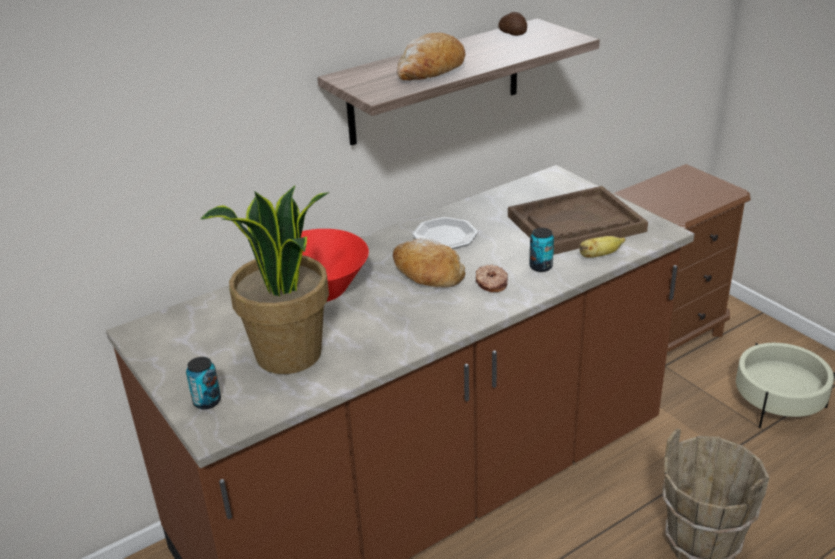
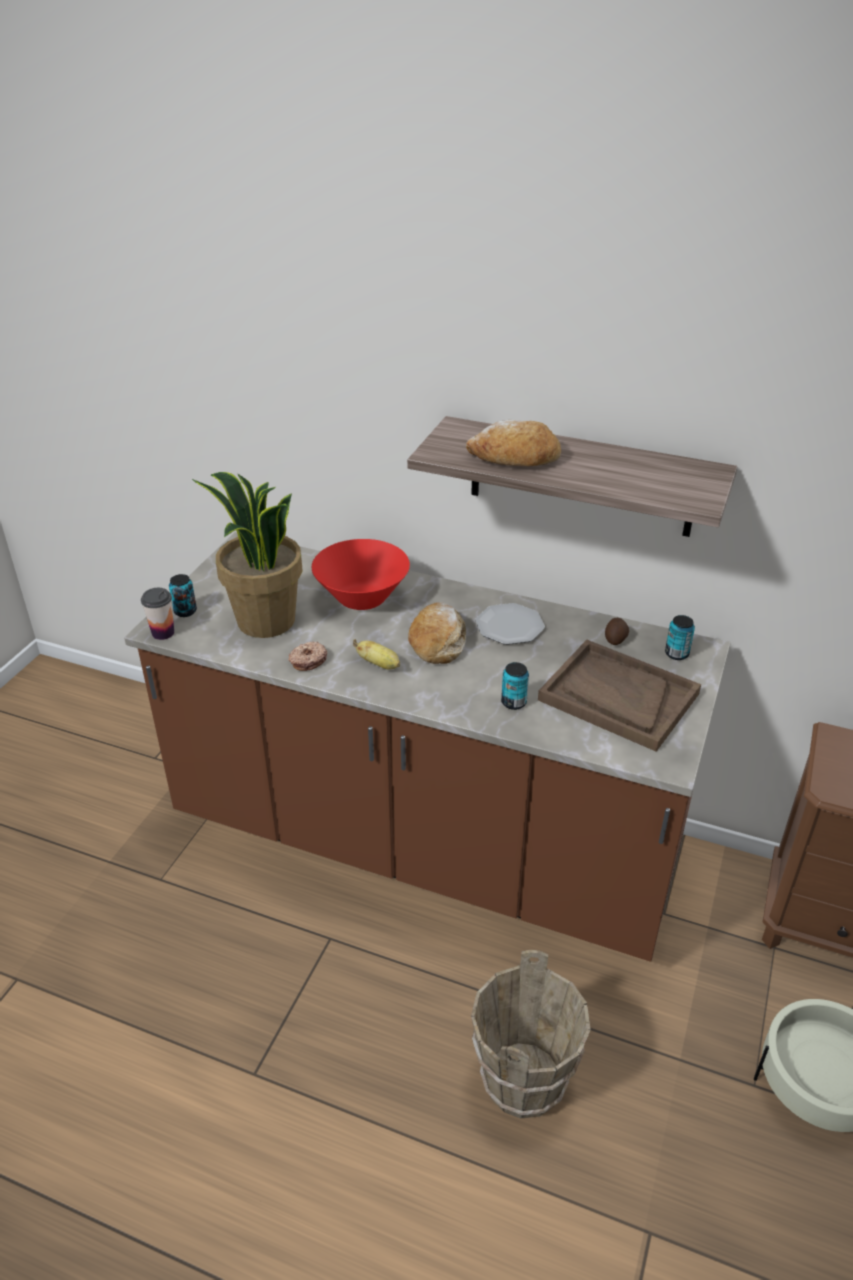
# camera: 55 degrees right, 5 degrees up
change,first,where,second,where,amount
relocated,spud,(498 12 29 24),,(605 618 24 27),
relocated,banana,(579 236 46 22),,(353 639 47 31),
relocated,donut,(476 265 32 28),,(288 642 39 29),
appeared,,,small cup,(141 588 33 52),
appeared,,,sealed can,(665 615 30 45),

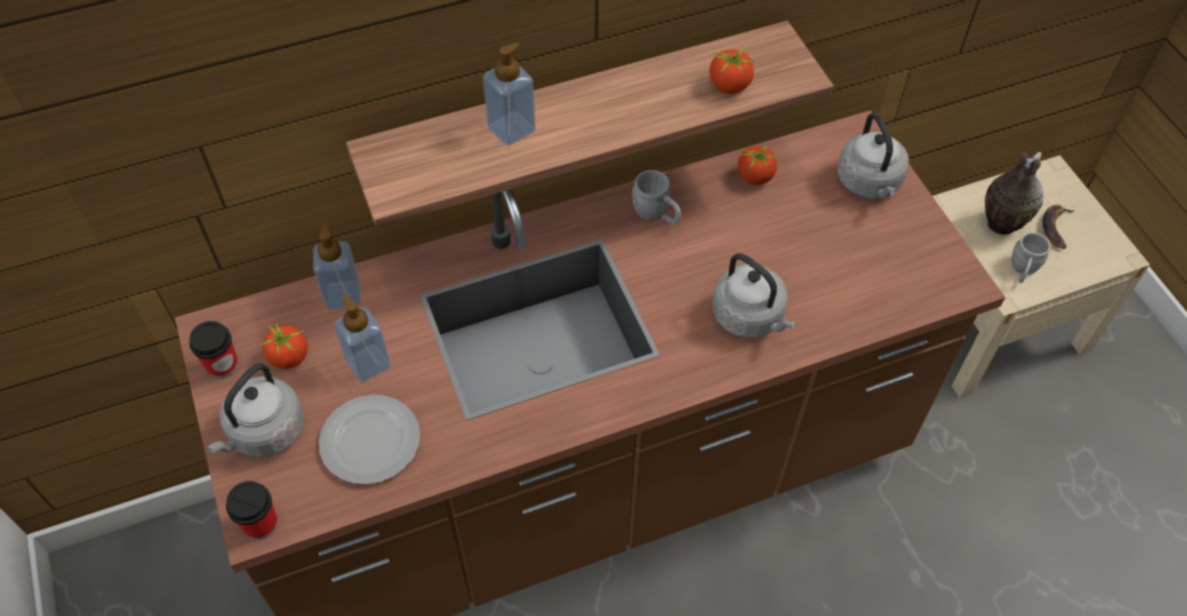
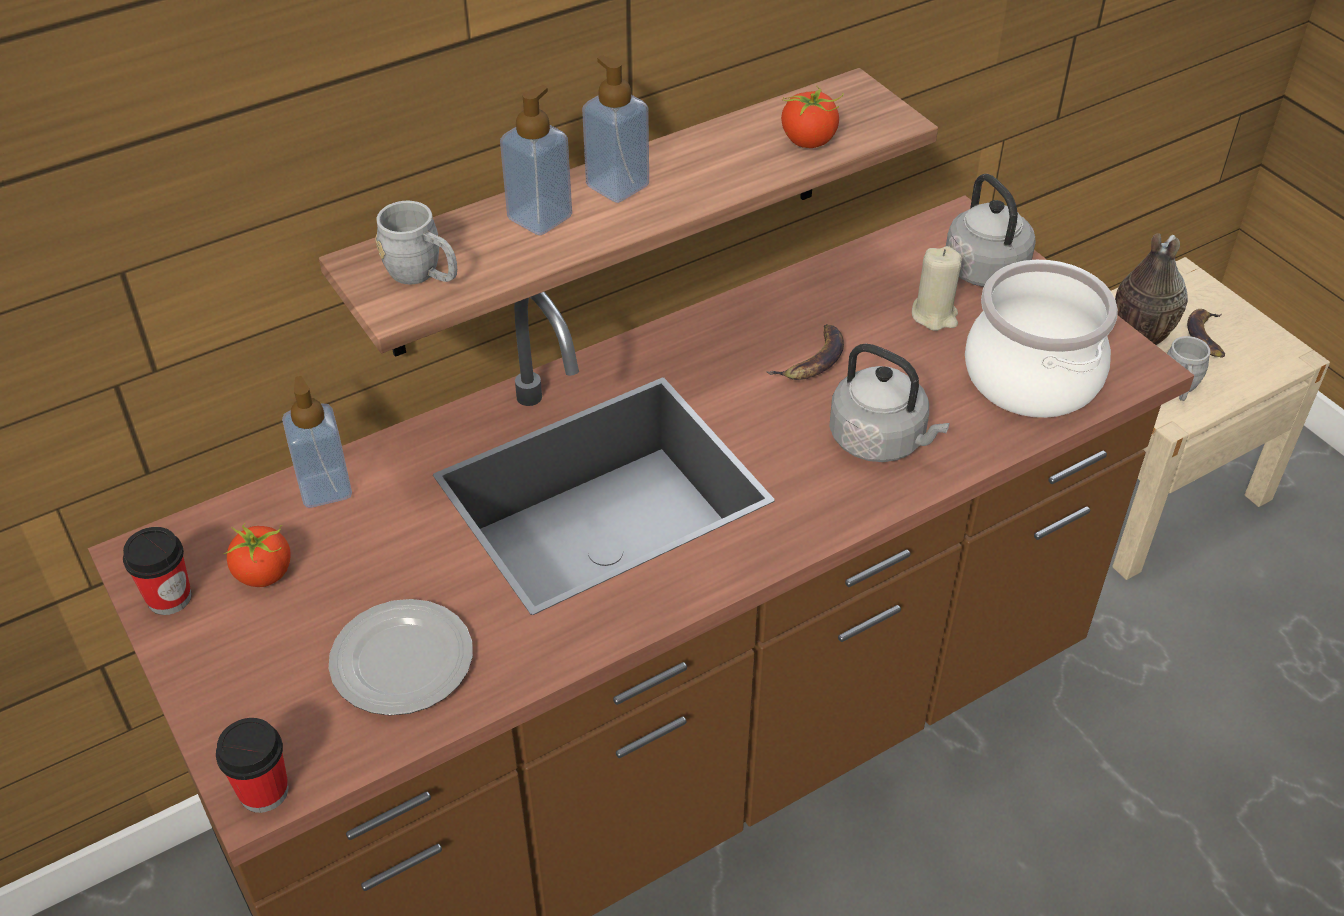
# camera: 10 degrees left, 10 degrees down
change,first,where,second,where,amount
missing,whole tomato,(738 142 43 43),,,
relocated,gray mug,(632 170 49 55),,(375 201 82 83),
relocated,soap dispenser,(334 295 57 87),,(582 55 67 148),
missing,gray water kettle,(207 363 97 94),,,
appeared,,,sand-coloured candle,(912 246 50 85),
appeared,,,cooking pot,(965 260 153 158),
appeared,,,banana,(767 324 77 56),

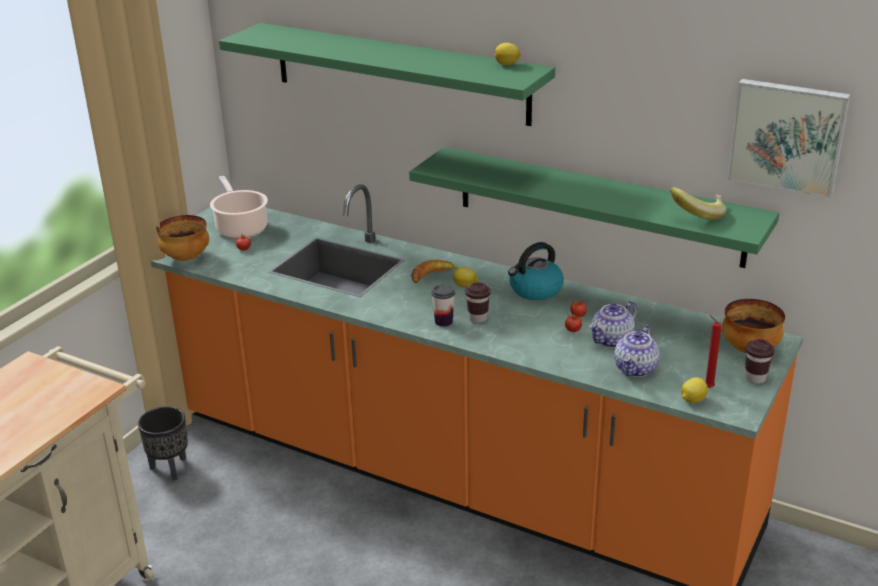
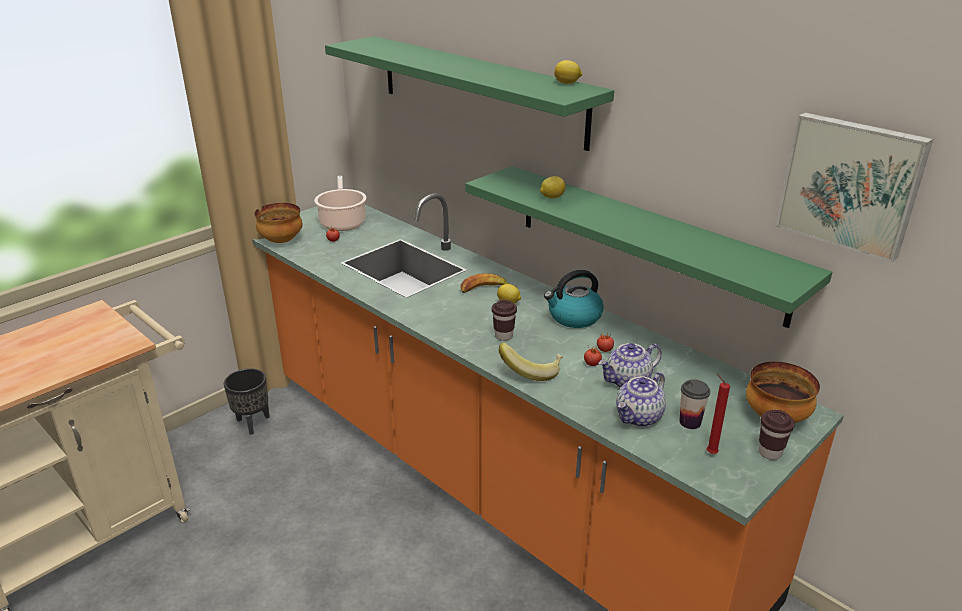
# camera: 15 degrees right, 0 degrees up
change,first,where,second,where,amount
relocated,banana,(670 187 56 32),,(499 343 64 38),
relocated,small cup,(431 284 24 42),,(679 379 32 50),
relocated,lemon,(681 377 27 26),,(540 176 26 23),

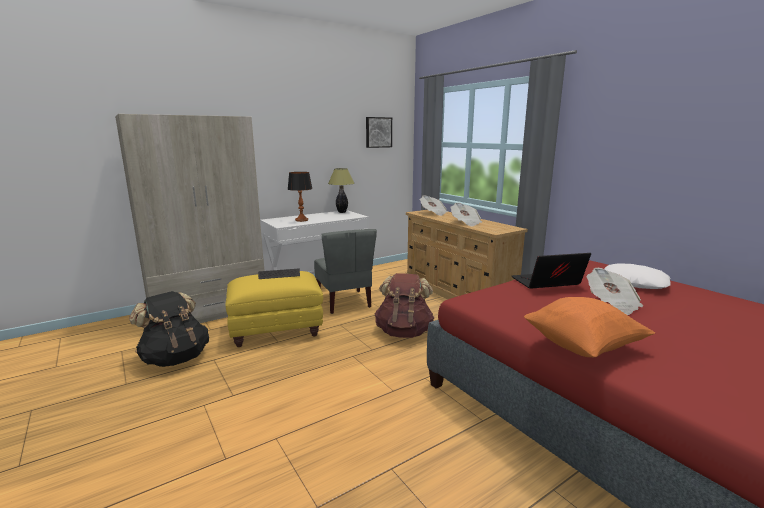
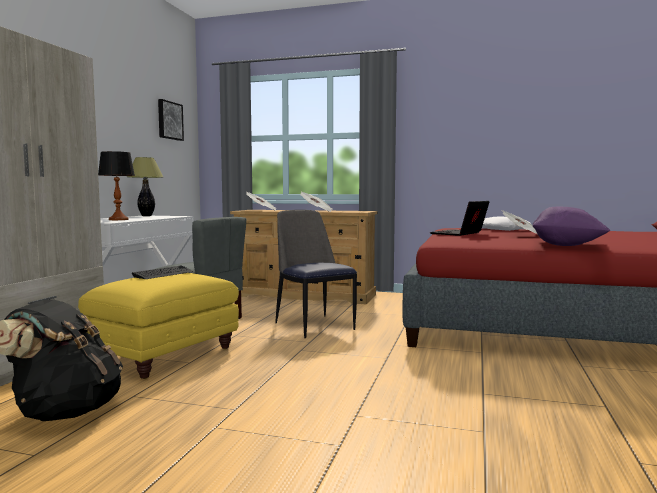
# camera: 40 degrees left, 10 degrees down
change,first,where,second,where,amount
exchanged,brown knapsack,(375 273 59 65),upright chair,(275 210 82 128),
colour,orangey pillow,(524 297 131 61),purple-coloured pillow,(532 207 78 39),

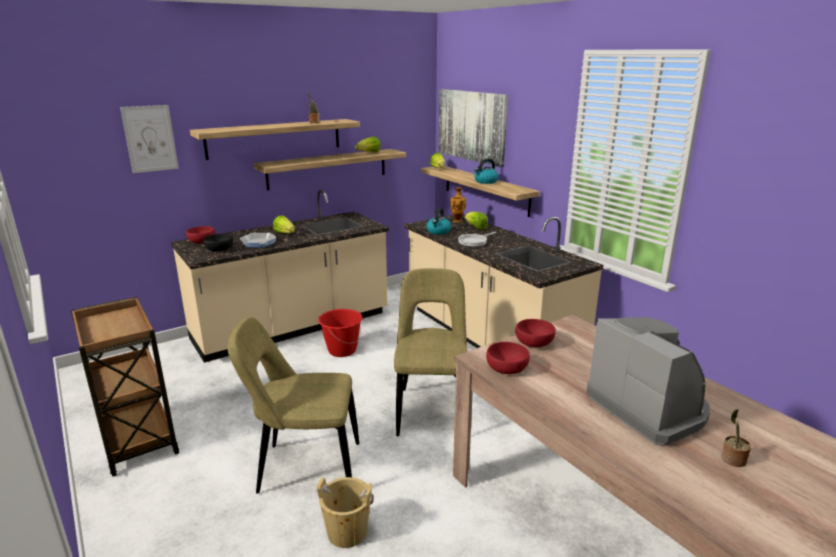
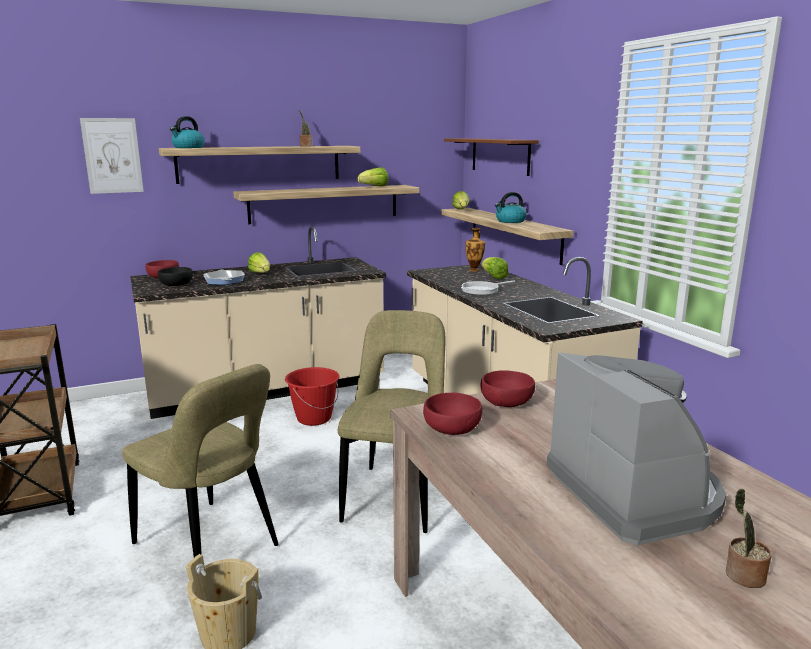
# camera: 10 degrees right, 5 degrees down
change,first,where,second,where,amount
exchanged,wall art,(439 89 69 78),brown shelf,(444 138 95 38),
relocated,water kettle,(426 208 25 26),,(170 116 35 32),
spun,sand-coloured upright chair,(228 317 131 177),,(122 364 157 193),150 degrees counterclockwise

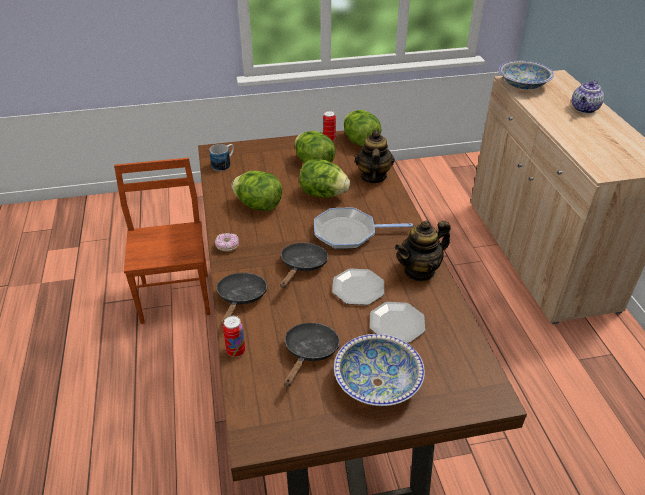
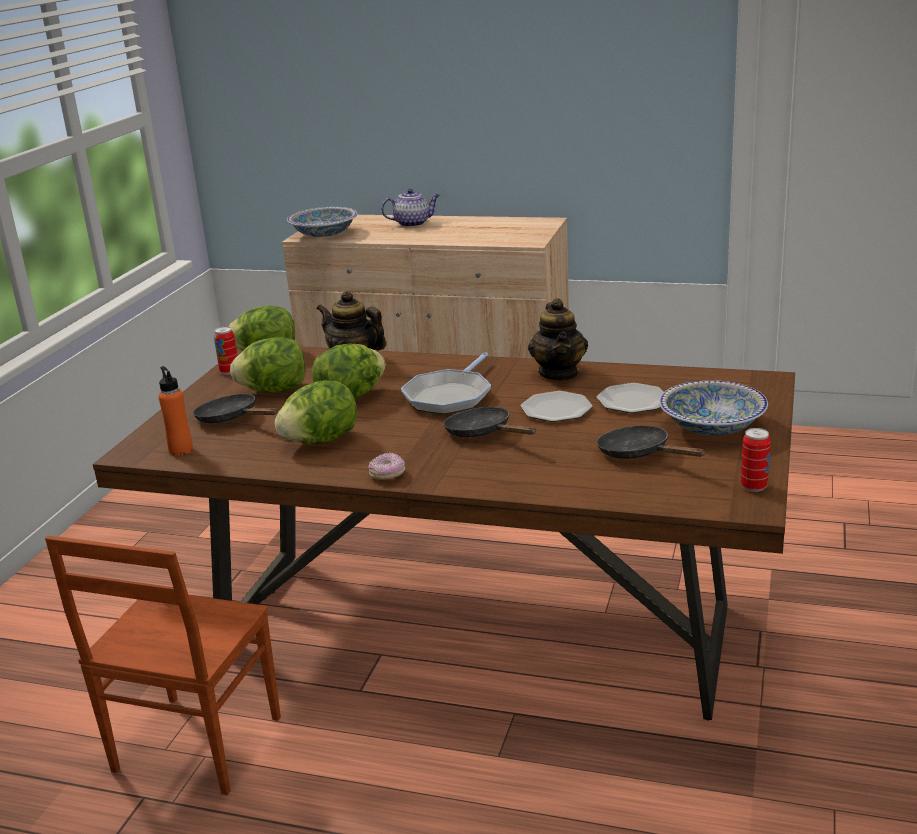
# camera: 60 degrees left, 15 degrees down
change,first,where,second,where,amount
spun,teapot,(572 80 32 33),,(381 189 59 38),75 degrees counterclockwise
exchanged,mug,(209 144 25 27),orangey beverage bottle,(158 366 35 90),
spun,brown upright chair,(114 158 96 166),,(45 536 236 259),90 degrees counterclockwise
relocated,black frying pan,(217 273 50 53),,(193 394 85 29),
relocated,sealed can,(223 316 22 41),,(741 428 30 64),

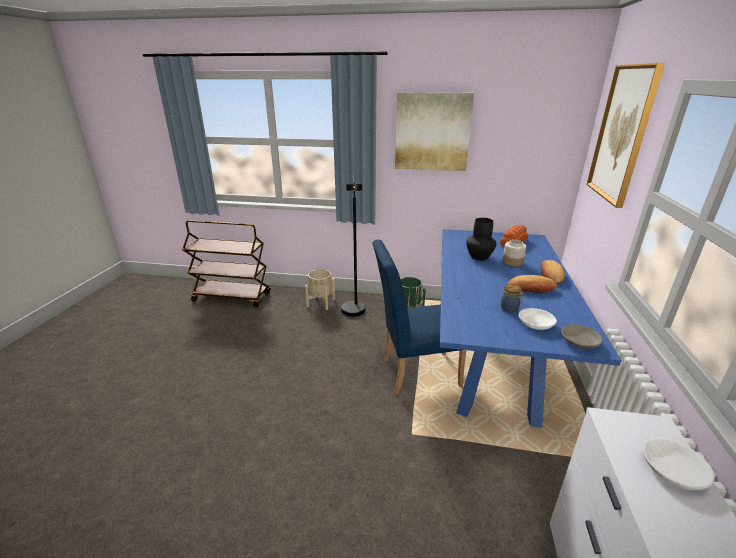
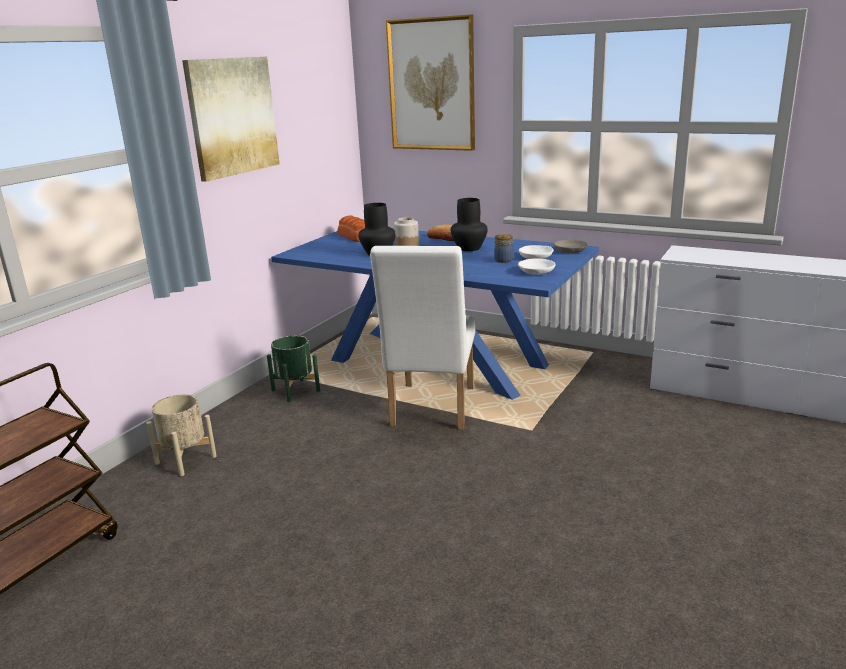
# camera: 70 degrees left, 5 degrees down
change,first,where,second,where,amount
missing,black standard lamp,(341 175 24 142),,,
colour,blue-coloured upright chair,(372 239 95 156),whitish upright chair,(370 246 105 184),
exchanged,bread,(507 275 50 18),black vase,(451 198 37 53),
relocated,whitish deep dish,(643 438 71 52),,(518 258 38 17),

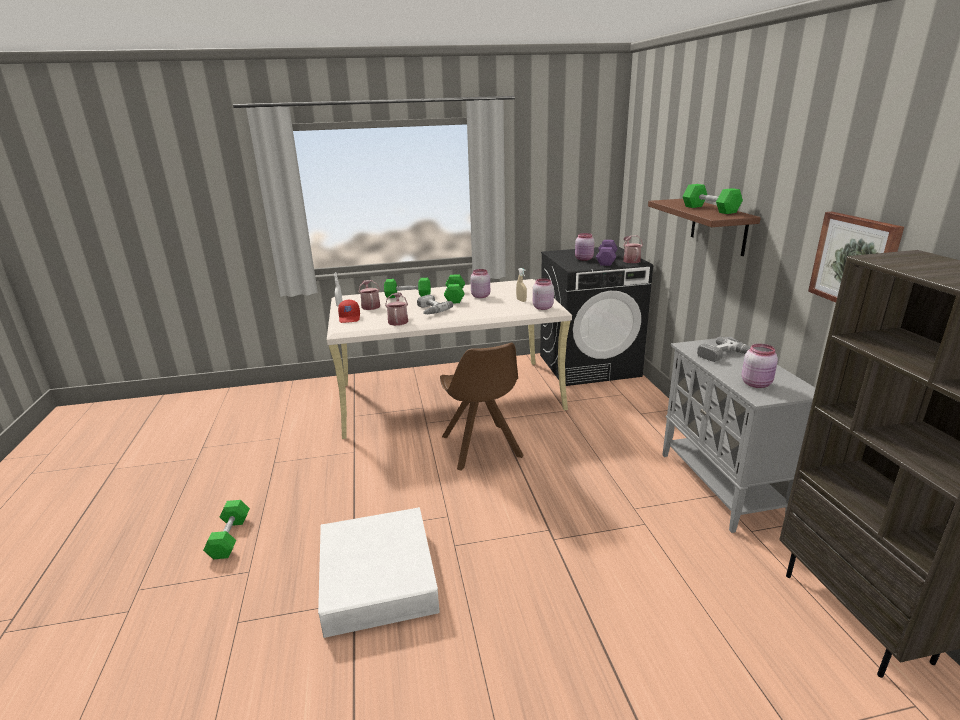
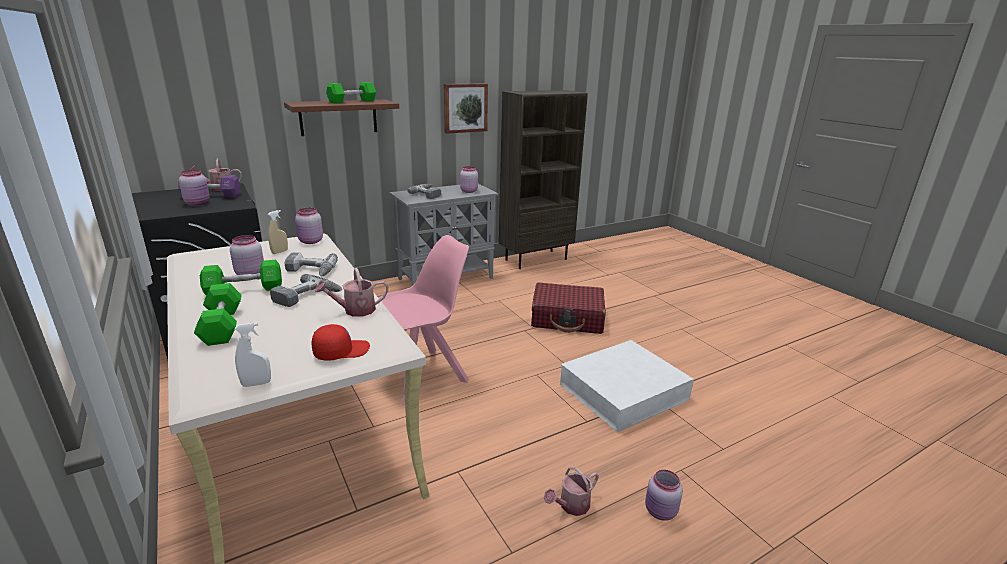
# camera: 110 degrees left, 0 degrees up
change,first,where,second,where,amount
relocated,watering can,(359 280 21 30),,(544 467 55 49),
colour,brown upright chair,(440 343 84 128),pink upright chair,(379 235 90 170),
exchanged,green hand weight,(203 500 47 59),pink jar,(645 470 38 51),
appeared,,,power drill,(285 253 53 23),
appeared,,,red suitcase,(531 282 75 52),

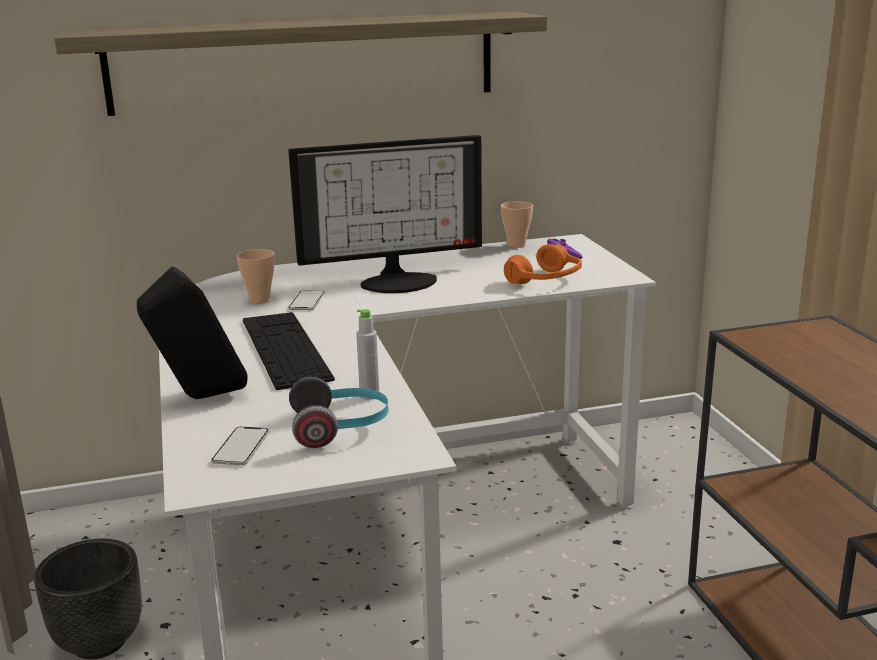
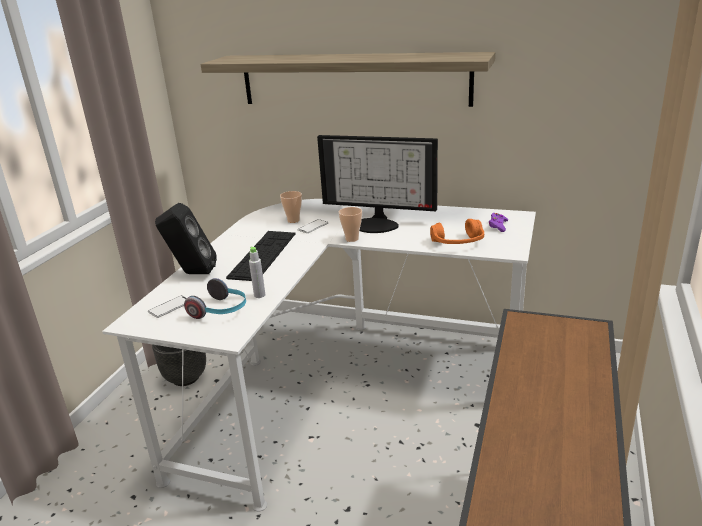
# camera: 35 degrees right, 5 degrees up
change,first,where,second,where,amount
relocated,small cup,(501 201 32 47),,(339 207 23 35),

